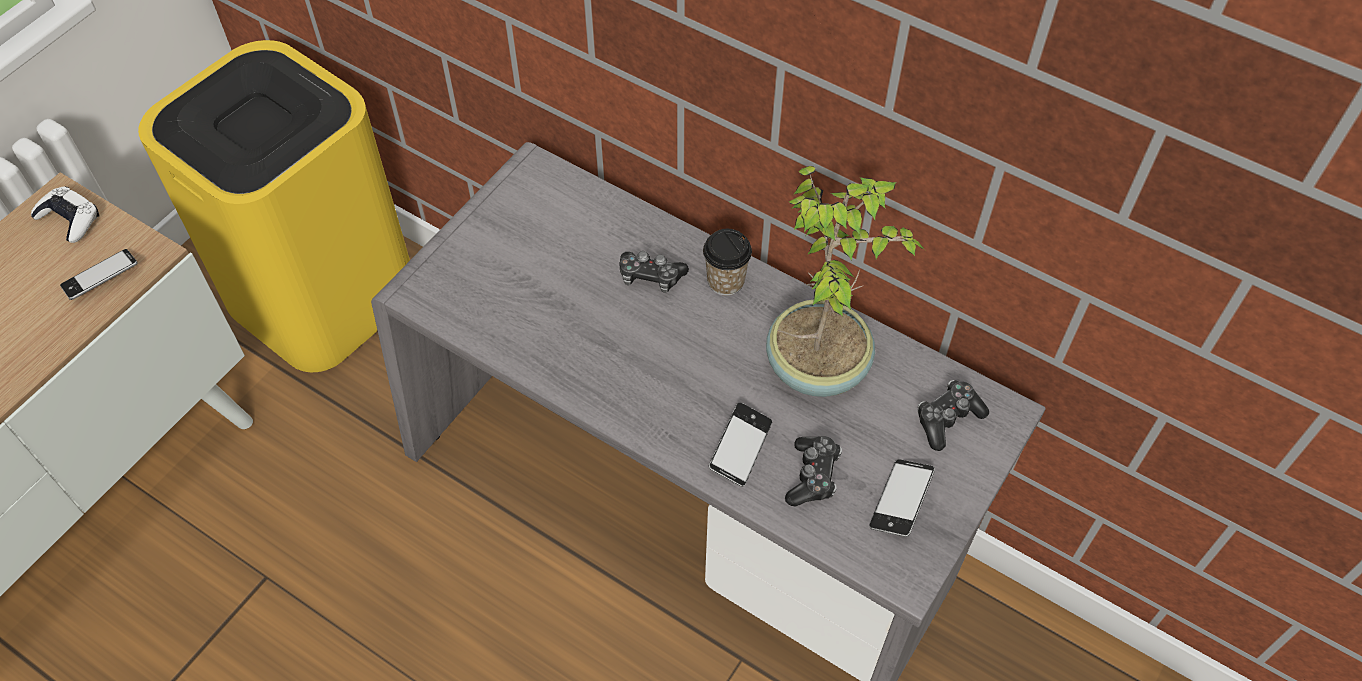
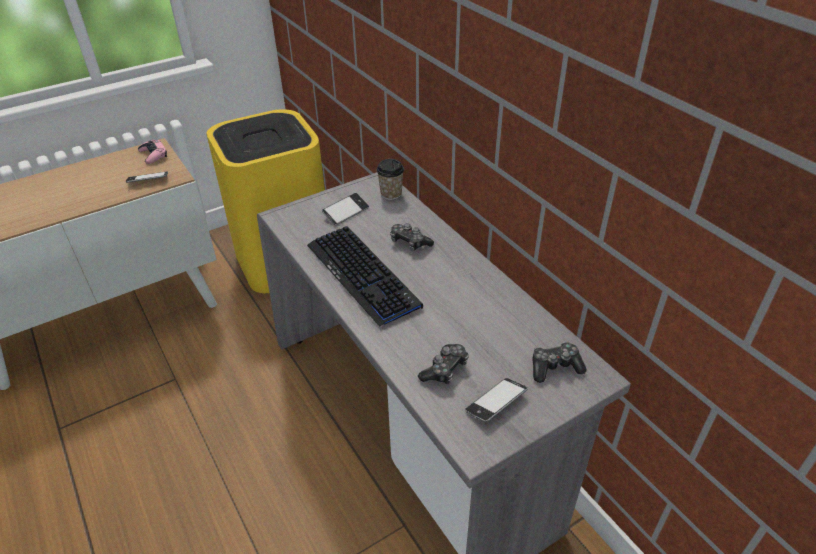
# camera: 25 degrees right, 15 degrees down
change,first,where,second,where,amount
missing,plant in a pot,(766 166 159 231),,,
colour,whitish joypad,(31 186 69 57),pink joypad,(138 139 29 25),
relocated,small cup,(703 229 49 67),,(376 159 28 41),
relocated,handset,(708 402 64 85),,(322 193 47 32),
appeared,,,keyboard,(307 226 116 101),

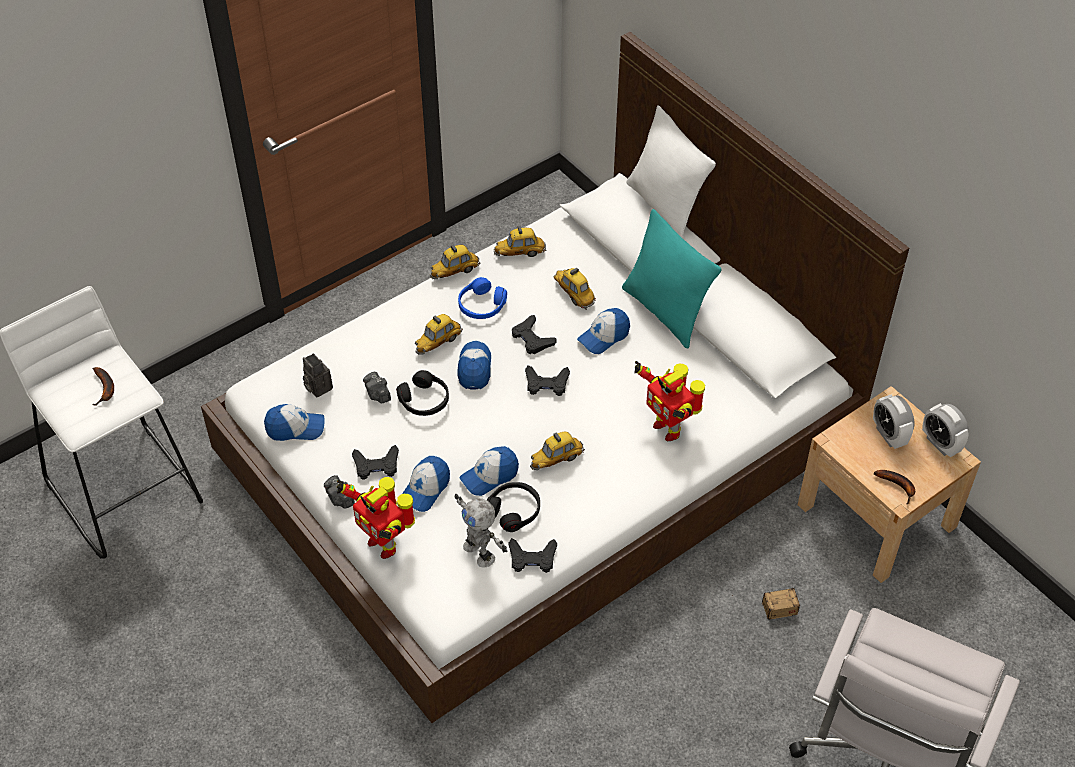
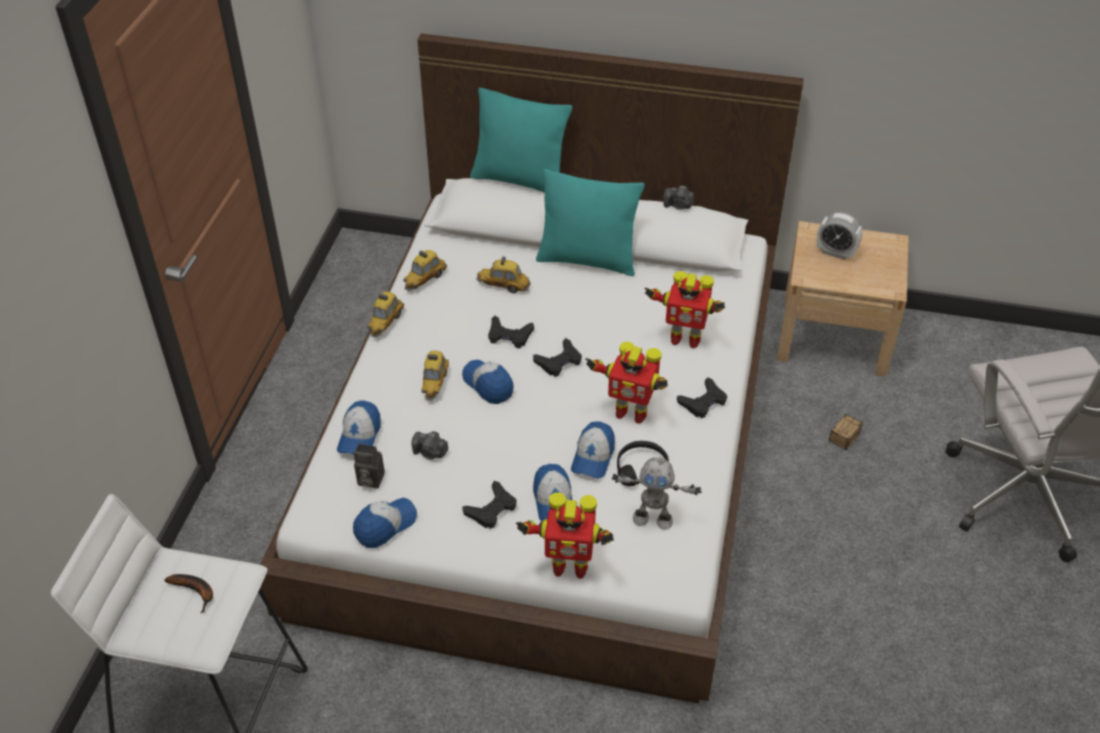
# camera: 40 degrees left, 5 degrees down
change,first,where,second,where,amount
colour,whitish pillow,(626 105 90 133),turquoise-coloured pillow,(470 88 102 105),
missing,blue-coloured headset,(458 277 49 42),,,
relocated,cap,(577 308 53 46),,(337 401 44 53),
missing,black headset,(396 370 53 46),,,
missing,alarm clock,(922 403 47 54),,,
exchanged,model car,(530 432 55 38),model robot,(585 342 83 82),
missing,banana,(874 470 41 34),,,
relocated,still camera,(324 475 31 33),,(663 185 31 25),
relocated,black joypad,(509 538 48 35),,(677 377 50 41),

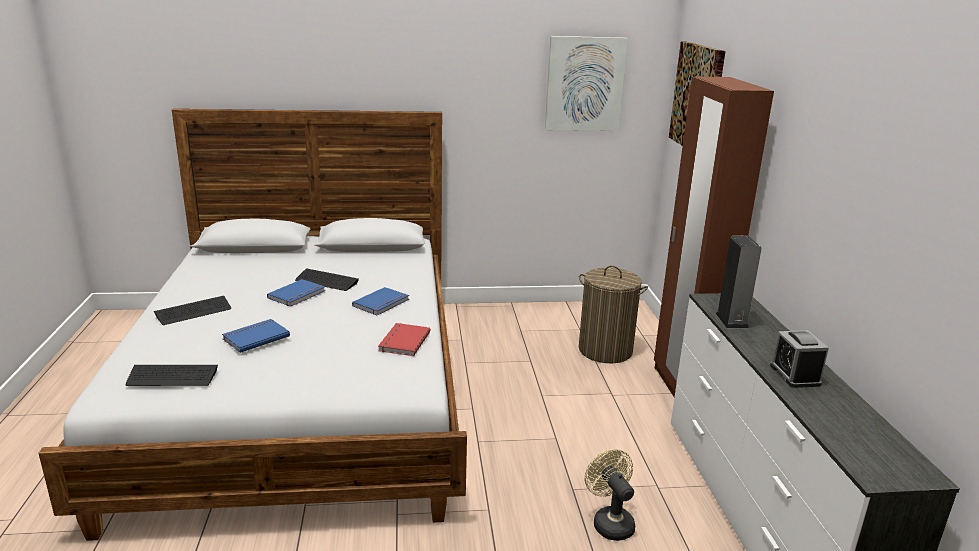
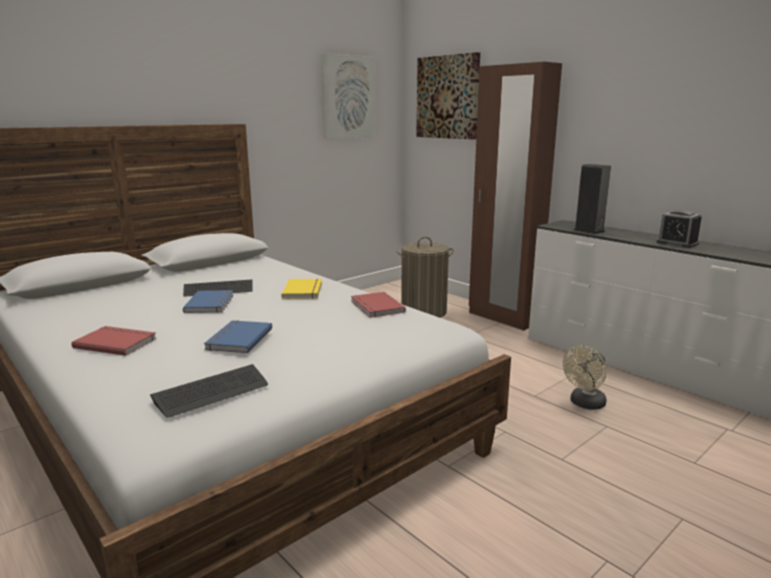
# camera: 35 degrees left, 5 degrees down
change,first,where,second,where,amount
colour,blue-coloured bound book,(352 287 57 28),yellowish bound book,(281 279 41 20),
exchanged,keyboard,(154 296 77 29),red bound book,(71 326 86 30),
spun,sand-coloured electric fan,(585 449 50 92),,(563 346 44 64),75 degrees counterclockwise

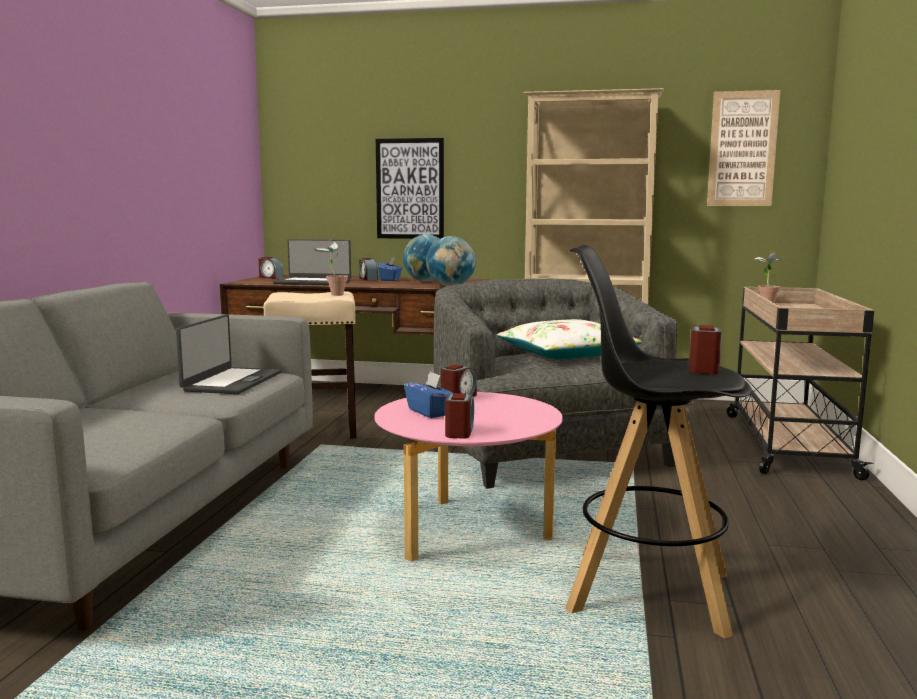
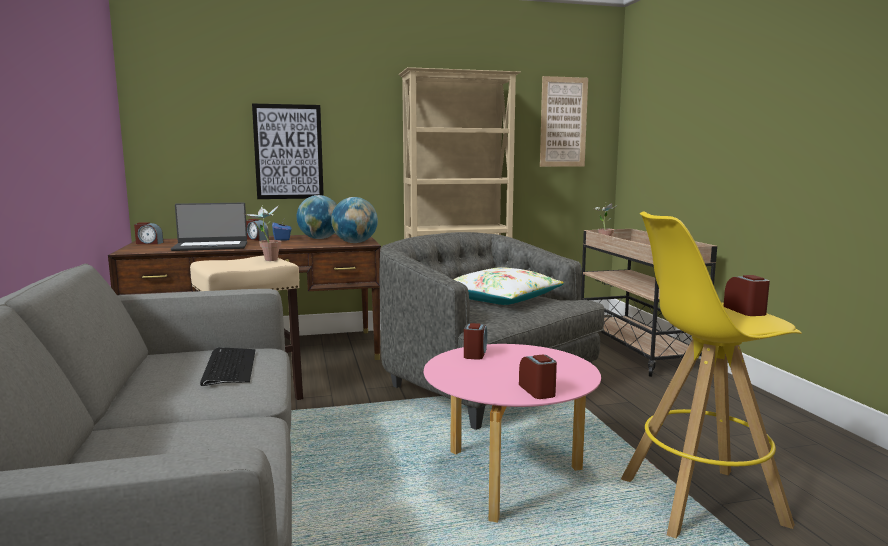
# camera: 25 degrees left, 0 degrees up
change,first,where,second,where,amount
colour,black stool seat,(565 245 187 394),yellowish stool seat,(621 212 181 326),
exchanged,notebook computer,(176 314 105 80),keyboard,(200 347 55 39),
missing,blue-coloured tissue holder,(404 372 50 46),,,

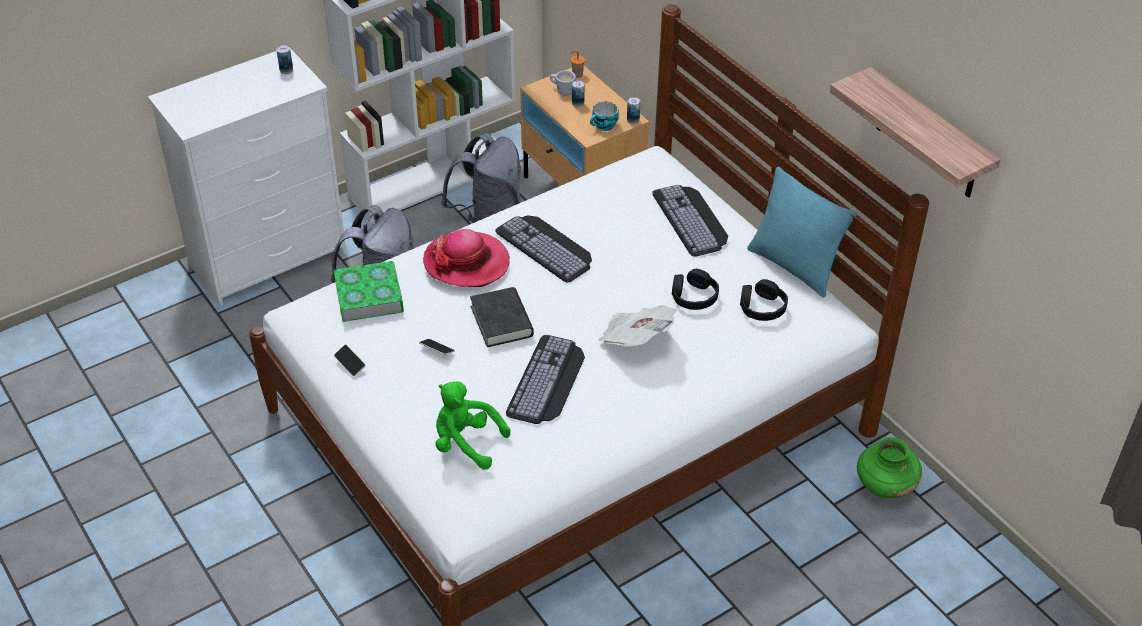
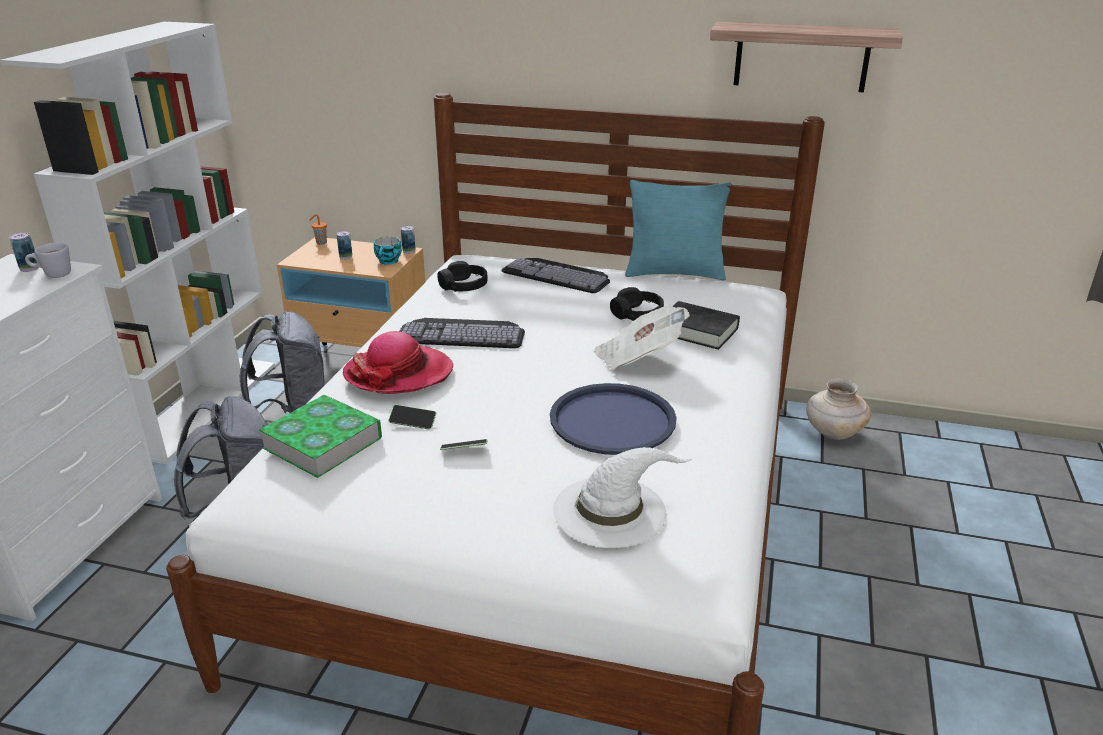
# camera: 40 degrees left, 15 degrees down
change,first,where,second,where,amount
relocated,whitish mug,(550 70 26 26),,(25 242 46 36),
relocated,black headset,(740 279 48 42),,(437 261 51 31),
relocated,black bound book,(470 287 64 60),,(673 301 67 49),
exchanged,keyboard,(506 335 79 89),blue-coloured serving tray,(550 383 127 72),
relocated,handset,(334 344 32 32),,(388 405 48 25),
exchanged,green soft toy,(435 382 75 88),whitish wearable hat,(553 447 139 101),
colour,green vase,(857 437 65 61),sand-coloured vase,(806 378 65 62),

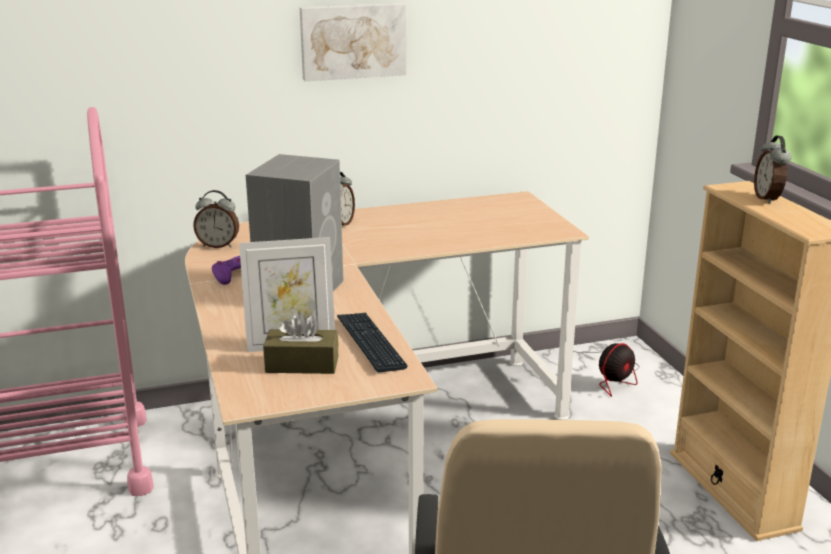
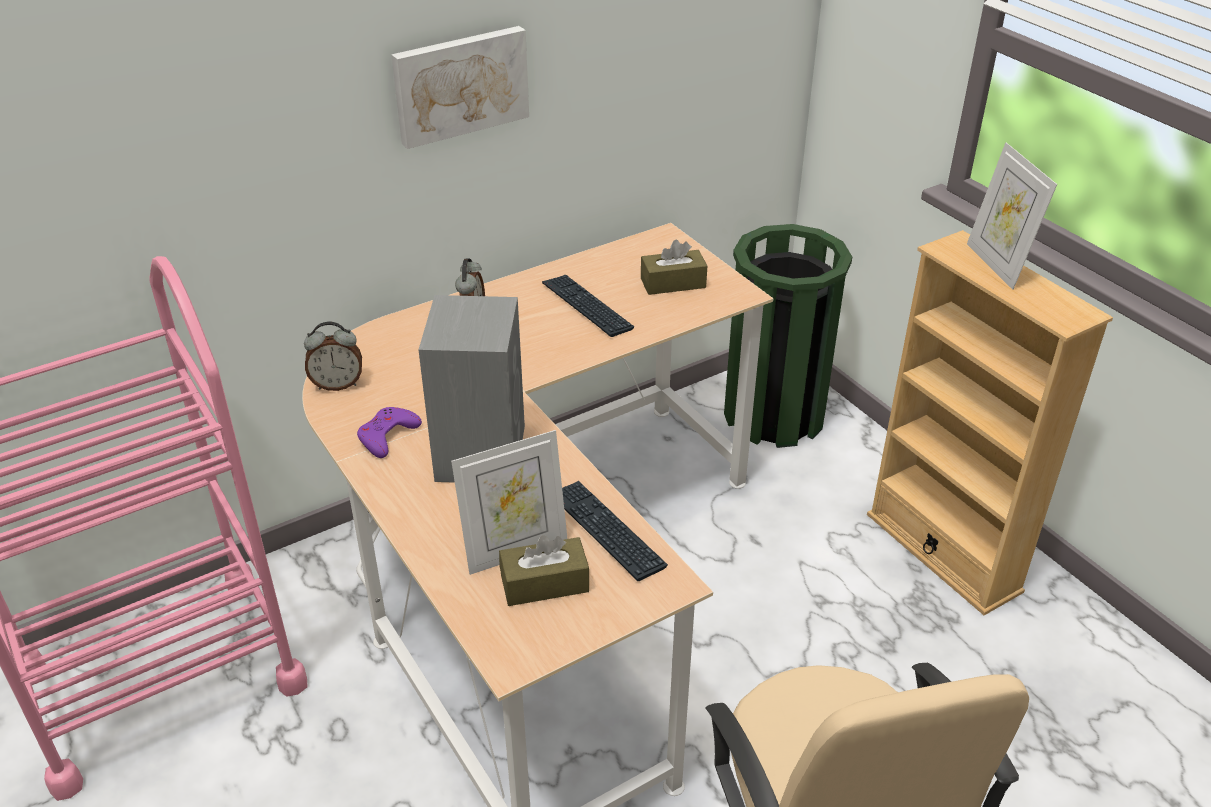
# camera: 15 degrees left, 15 degrees up
change,first,where,second,where,amount
exchanged,alarm clock,(754 136 37 68),picture frame,(967 142 90 148),
exchanged,electric fan,(574 343 65 54),green rubbish bin,(724 224 128 224),
appeared,,,brown tissue holder,(641 240 66 55),
appeared,,,keyboard,(542 275 92 62),

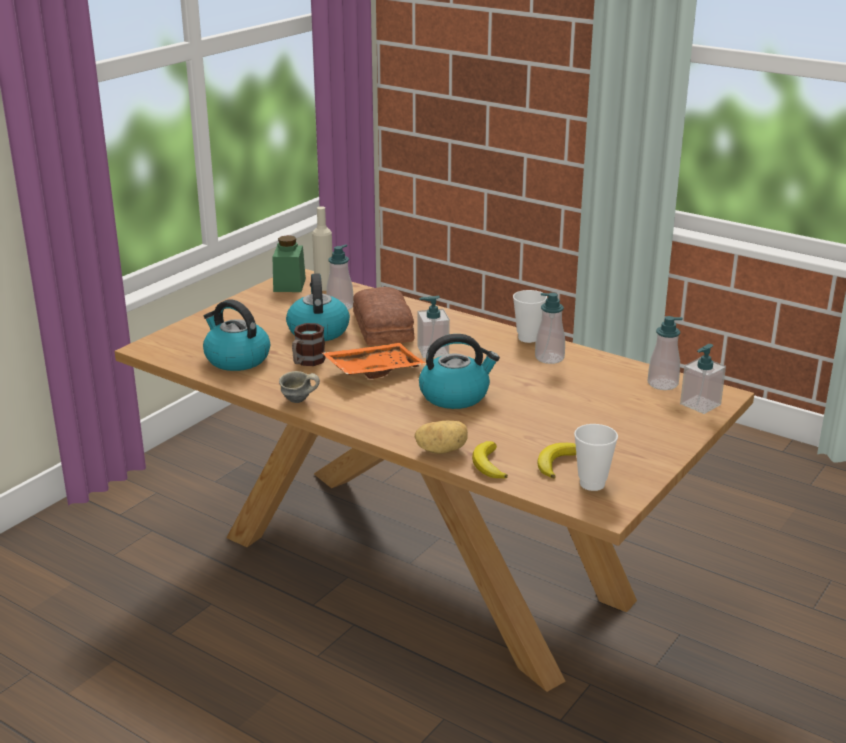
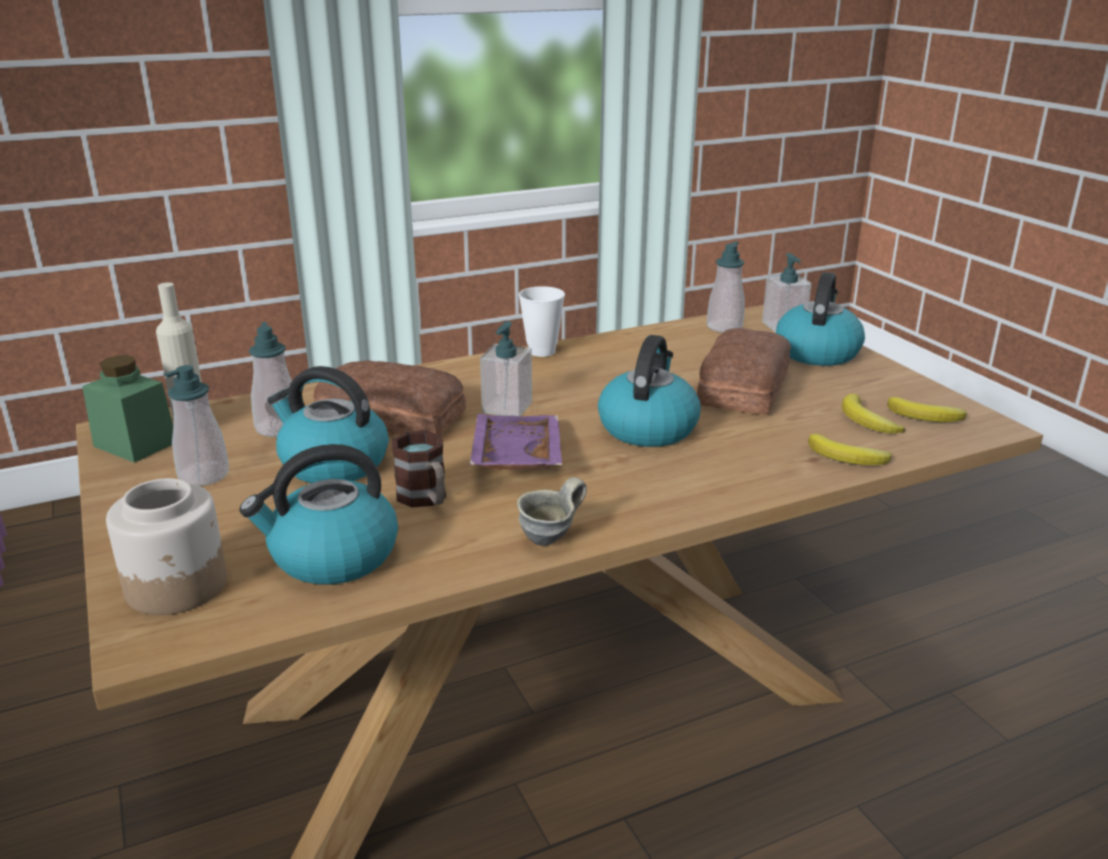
# camera: 60 degrees left, 0 degrees up
change,first,where,second,where,amount
relocated,soap dispenser,(535 293 30 71),,(164 365 65 121),
colour,orangey serving tray,(322 343 104 36),purple-coloured serving tray,(470 414 92 56),
missing,spud,(415 421 53 33),,,
exchanged,small cup,(574 424 44 67),banana,(887 397 80 25),
appeared,,,water kettle,(776 272 89 94),
appeared,,,bread,(697 328 94 87),
appeared,,,jar,(106 478 121 137),

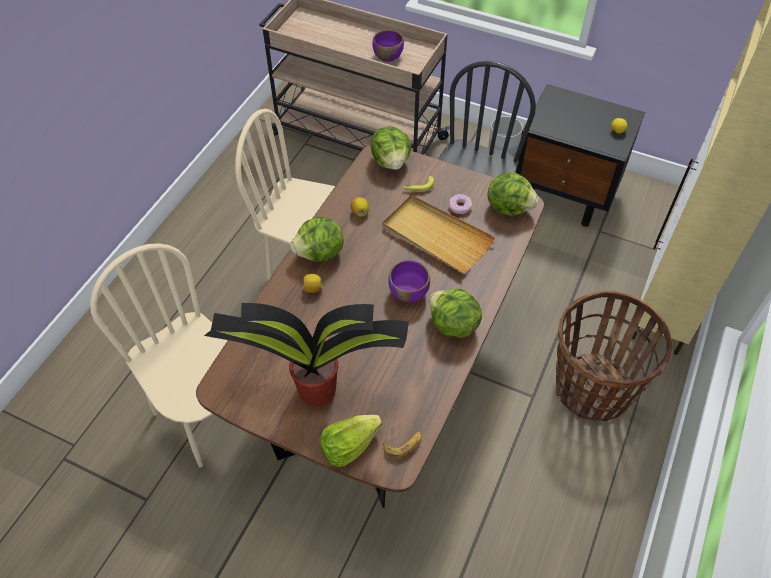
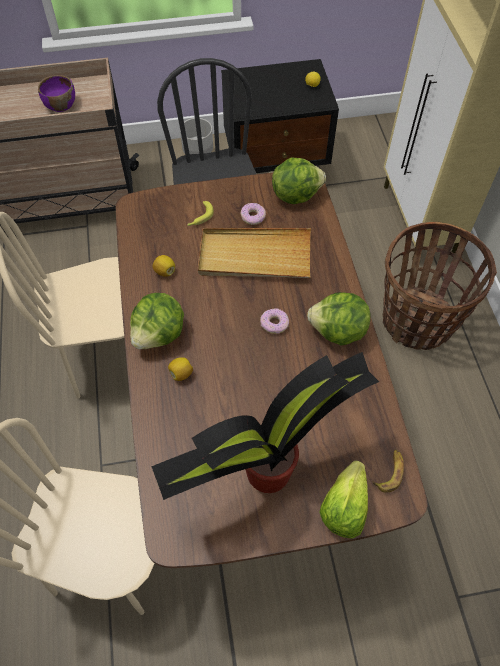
# camera: 35 degrees left, 5 degrees up
change,first,where,second,where,amount
missing,lettuce,(370 126 41 44),,,
exchanged,purple-coloured deep dish,(388 260 42 43),donut,(260 308 29 26),

